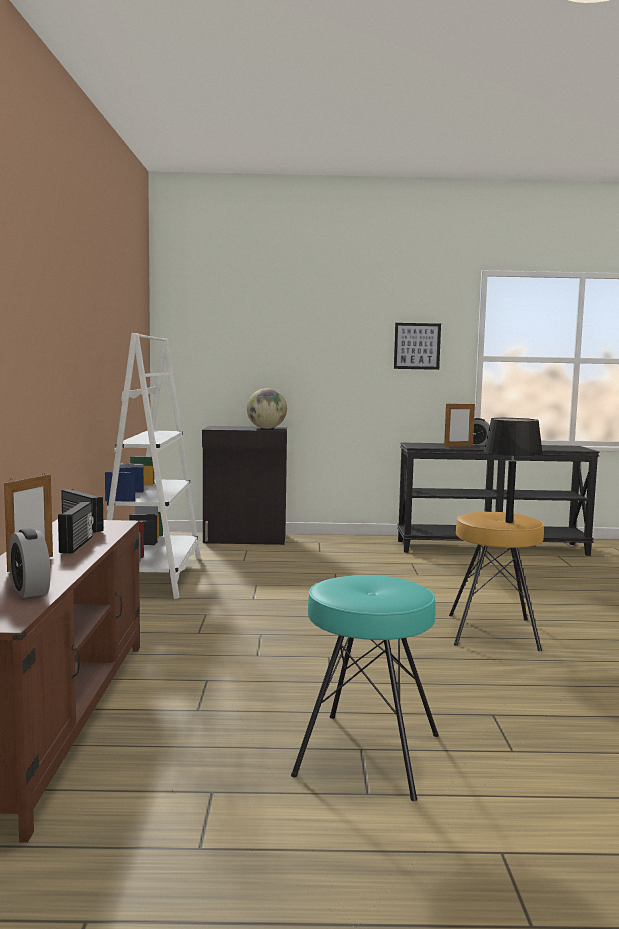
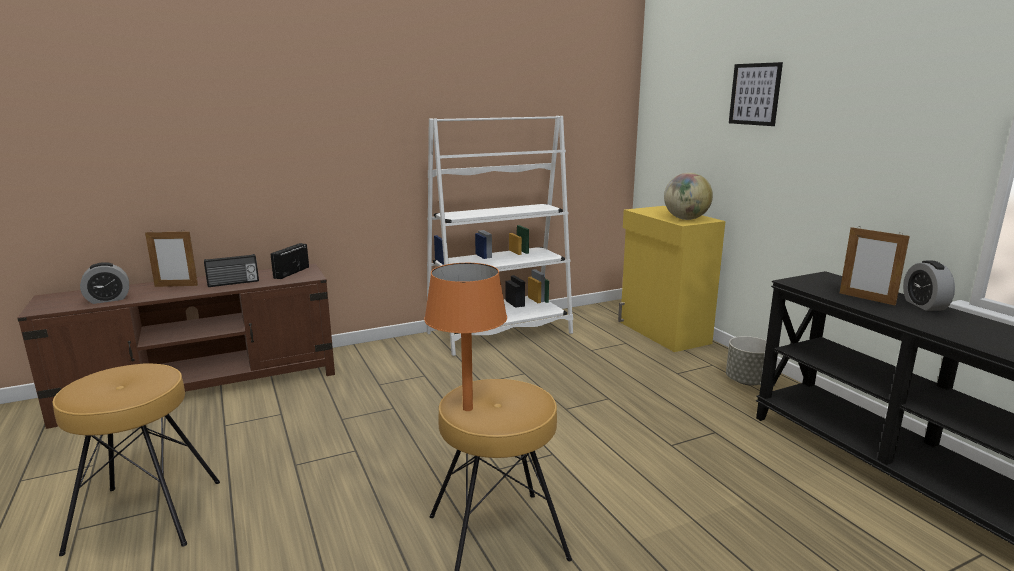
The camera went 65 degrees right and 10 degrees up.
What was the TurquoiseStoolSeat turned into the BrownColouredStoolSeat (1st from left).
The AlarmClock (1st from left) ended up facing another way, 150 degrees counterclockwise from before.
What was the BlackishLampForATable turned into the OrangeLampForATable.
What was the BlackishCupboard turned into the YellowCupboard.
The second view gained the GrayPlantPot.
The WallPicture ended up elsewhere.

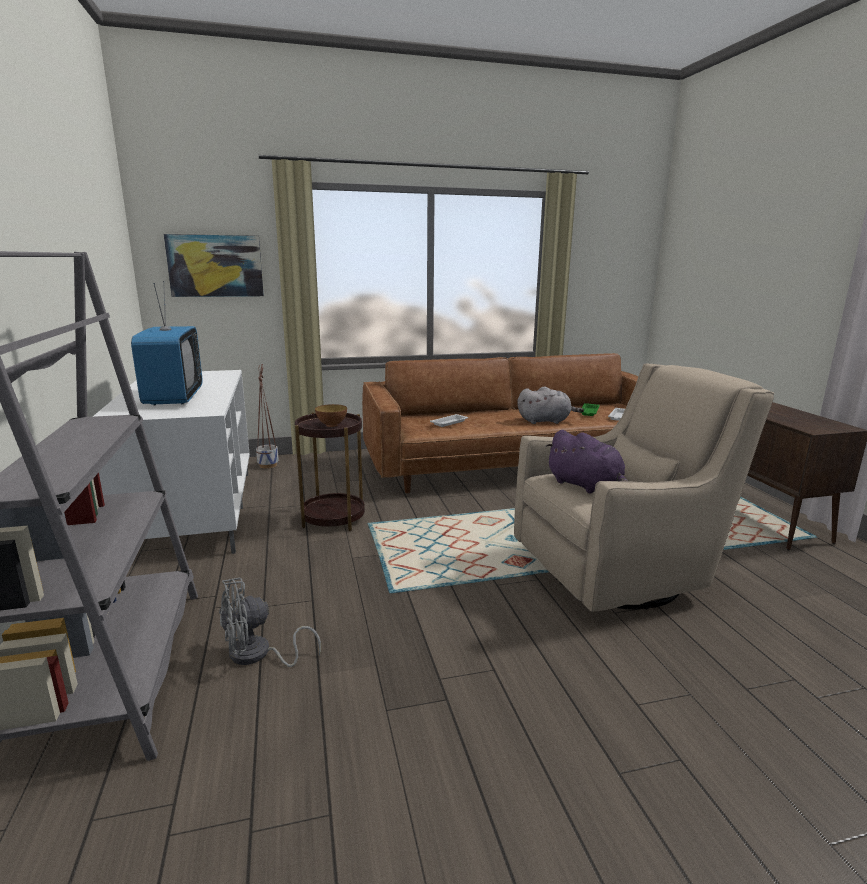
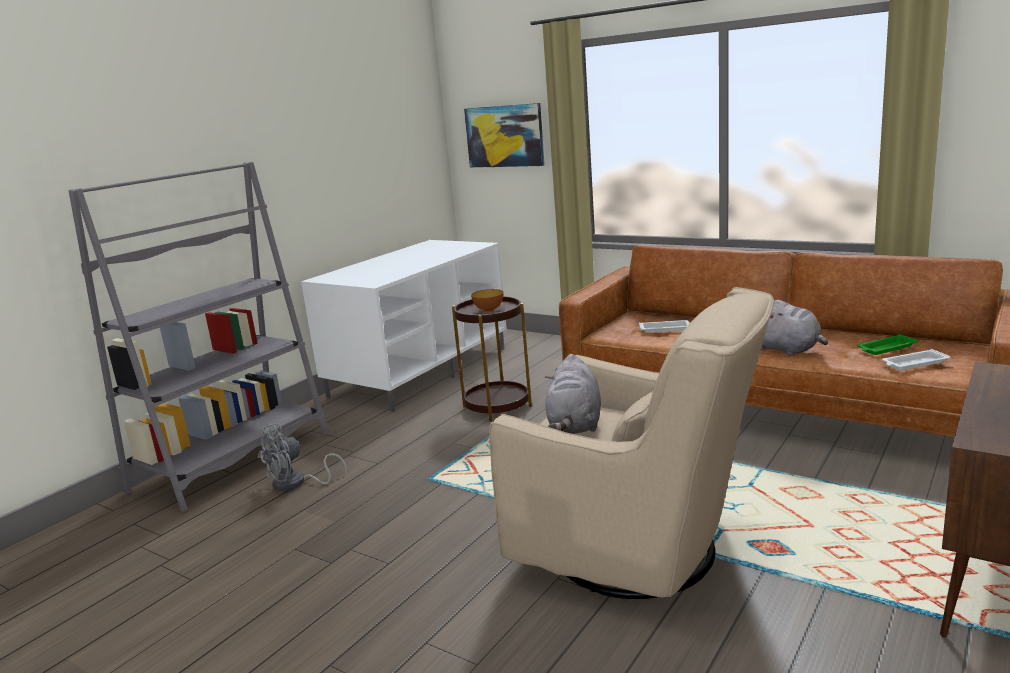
The camera went 50 degrees right and 0 degrees up.
The GrayCoolingFan ended up facing another way, 60 degrees counterclockwise from before.
What was the PurpleSoftToy turned into the GraySoftToy (1st from left).
The second view lost the Tv.
The second view lost the PlantPot.

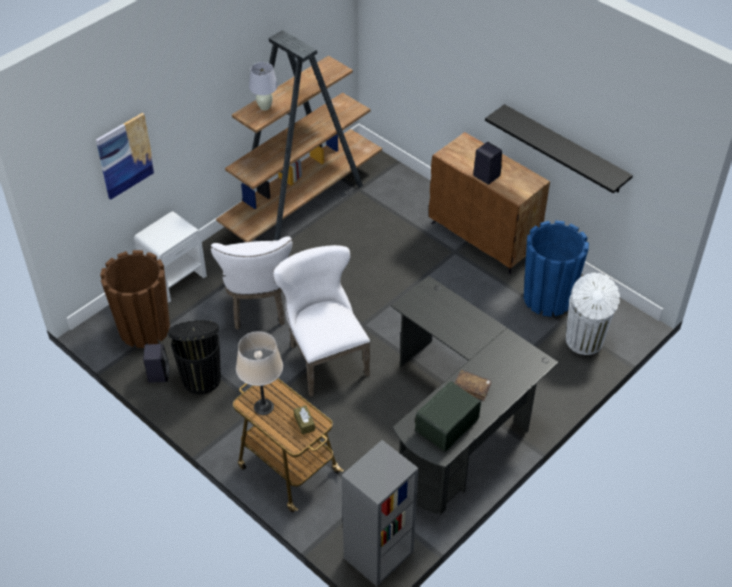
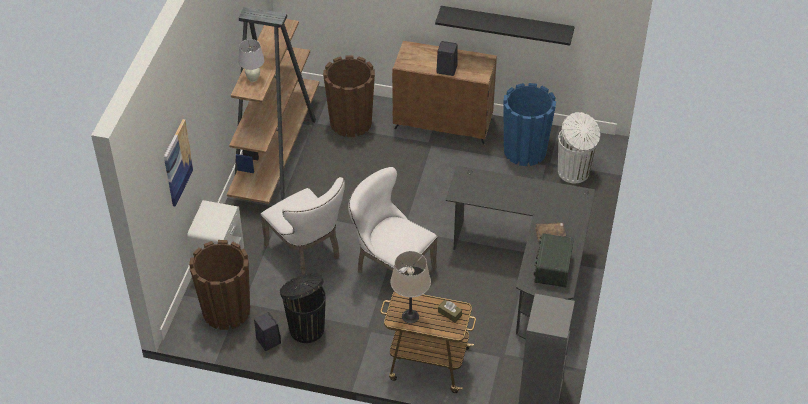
The camera went 30 degrees left and 0 degrees up.
The second view gained the BrownColouredPlantPot (2nd from left).

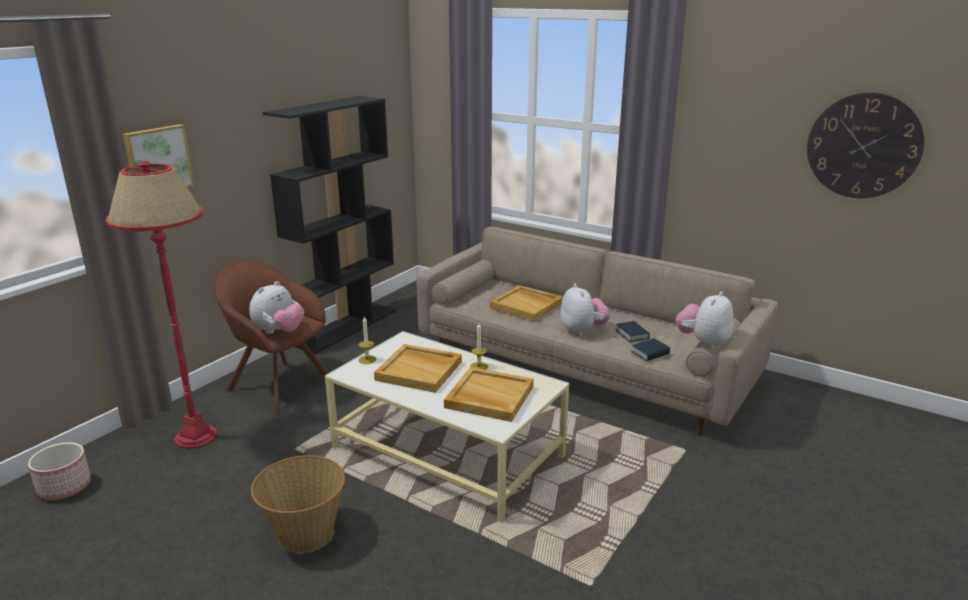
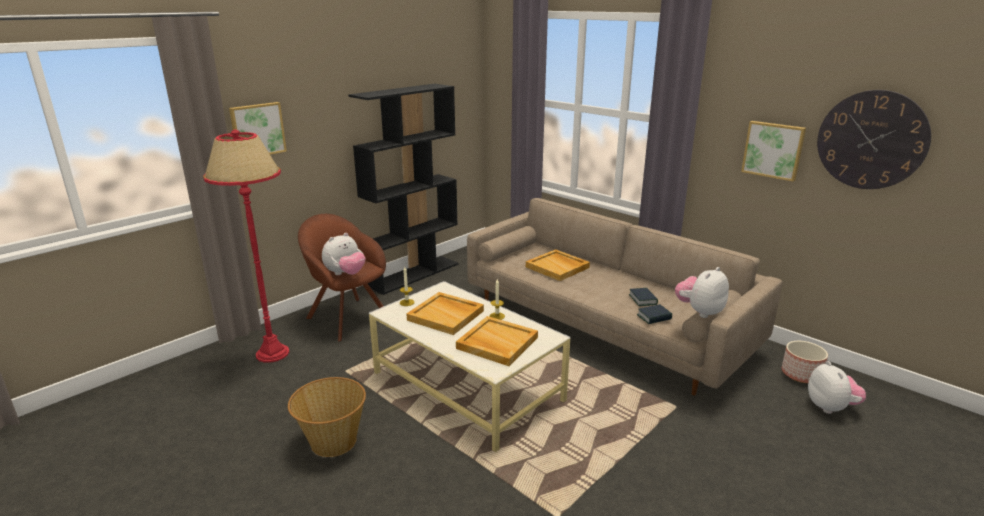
The camera went 10 degrees right and 0 degrees up.
The second view gained the WallPicture (2nd from left).
The PlantPot ended up elsewhere.
The SoftToy (2nd from left in the first image) ended up elsewhere.

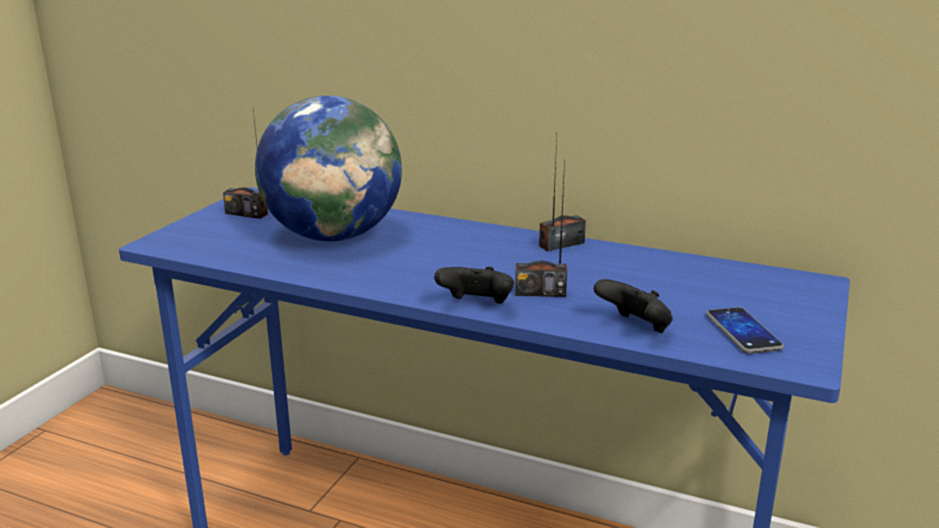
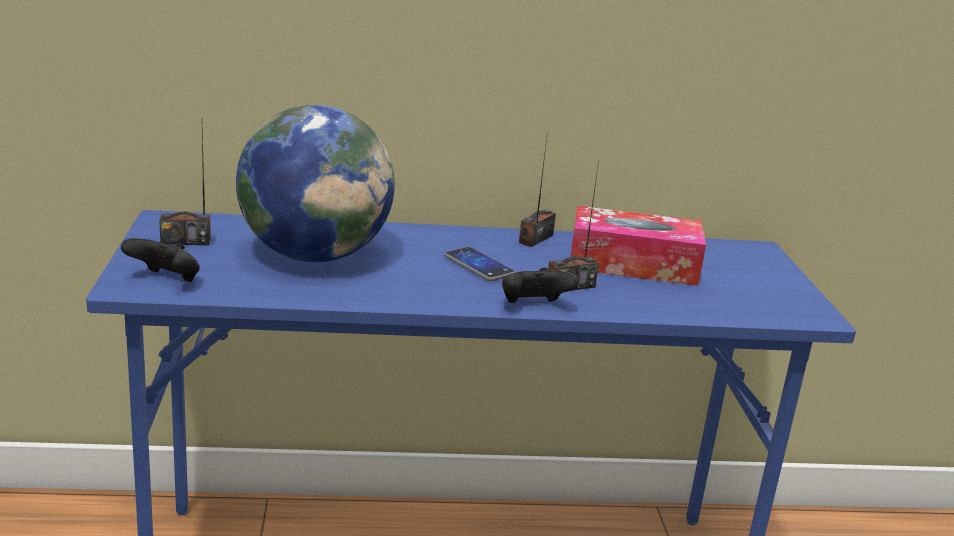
The camera went 30 degrees left and 0 degrees up.
The BlackishGamepad (2nd from left in the first image) ended up elsewhere.
The Handset ended up elsewhere.
The second view gained the TissueHolder.

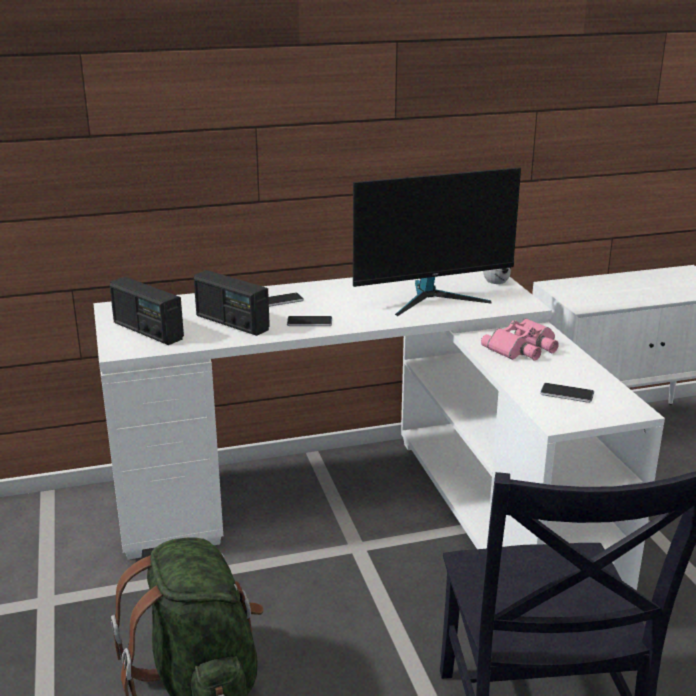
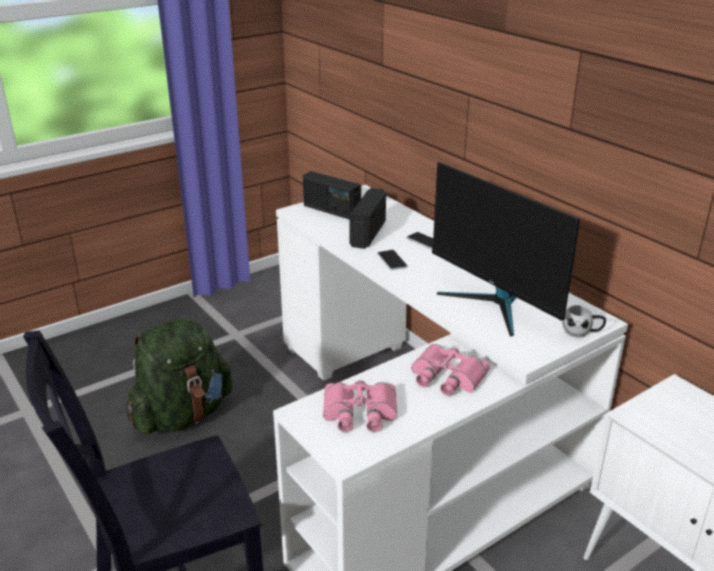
The camera went 70 degrees right and 5 degrees up.
The Radio (1st from left) ended up facing another way, 75 degrees counterclockwise from before.
Where the Handset (3rd from left) stood, the PinkColouredBinoculars (1st from left) came to stand.

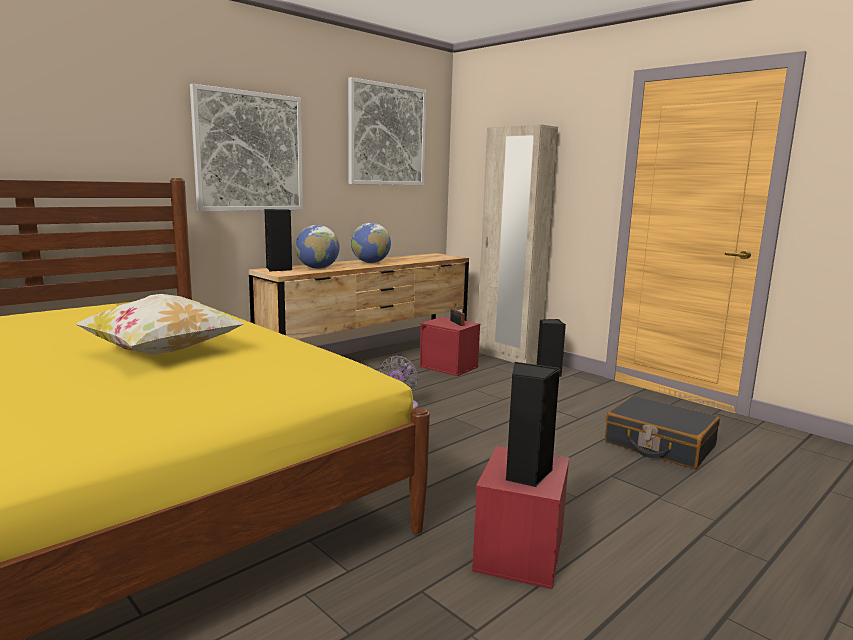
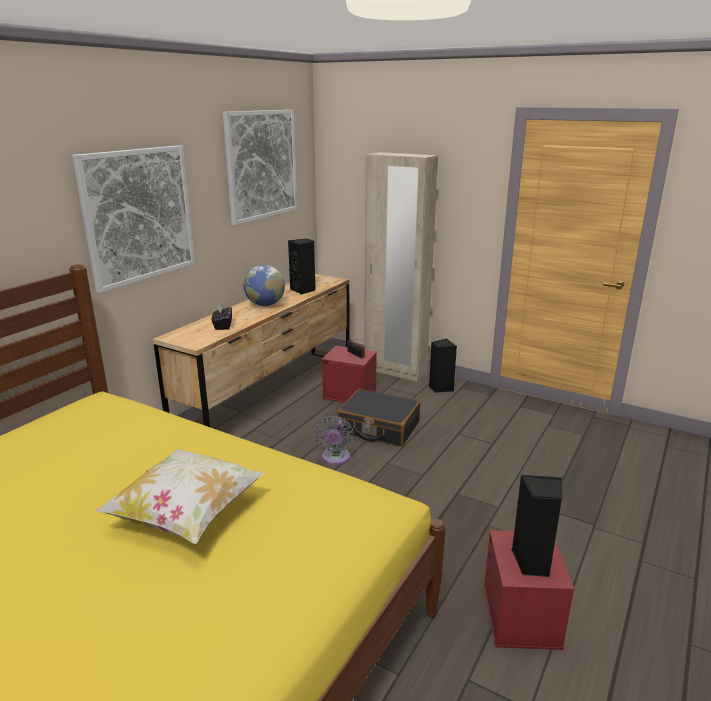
The camera went 15 degrees left and 10 degrees up.
Where the Globe (1st from left) stood, the BlackishTissueHolder came to stand.
The BlackishSpeaker (1st from left) ended up elsewhere.
The BlackishSuitcase ended up elsewhere.

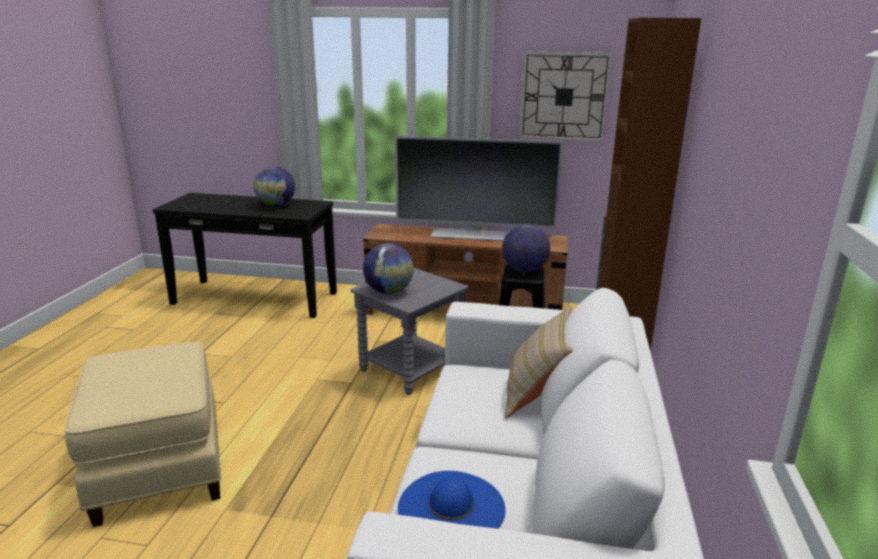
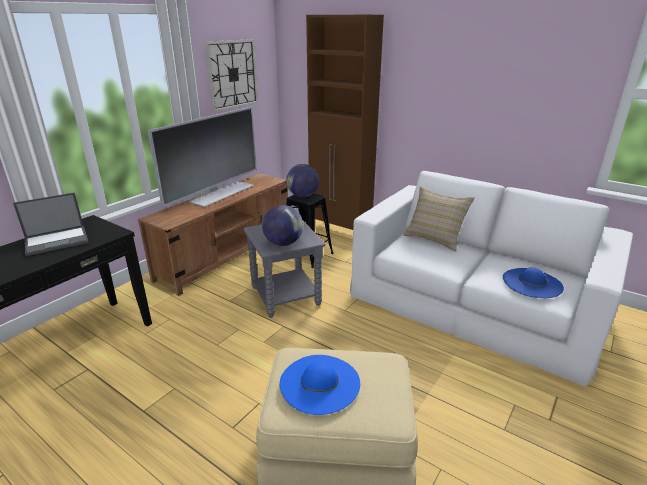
The camera went 65 degrees left and 5 degrees up.
Where the Globe (1st from left) stood, the NotebookComputer came to stand.
The second view gained the BlueHat (1st from left).

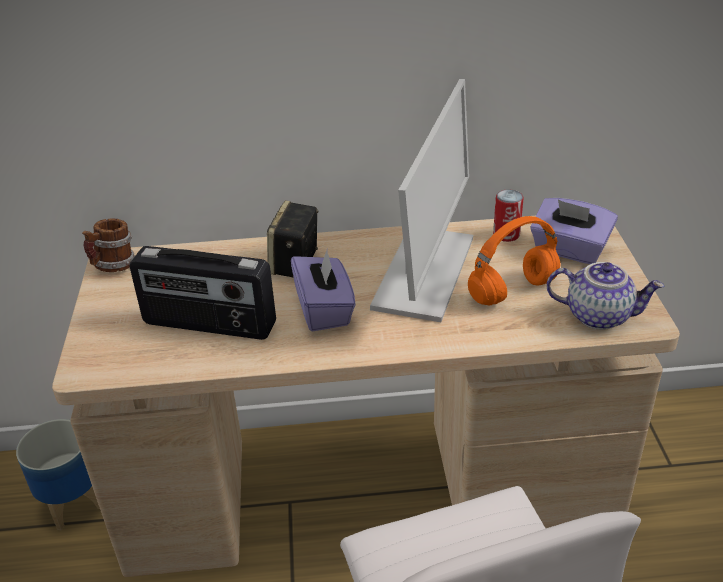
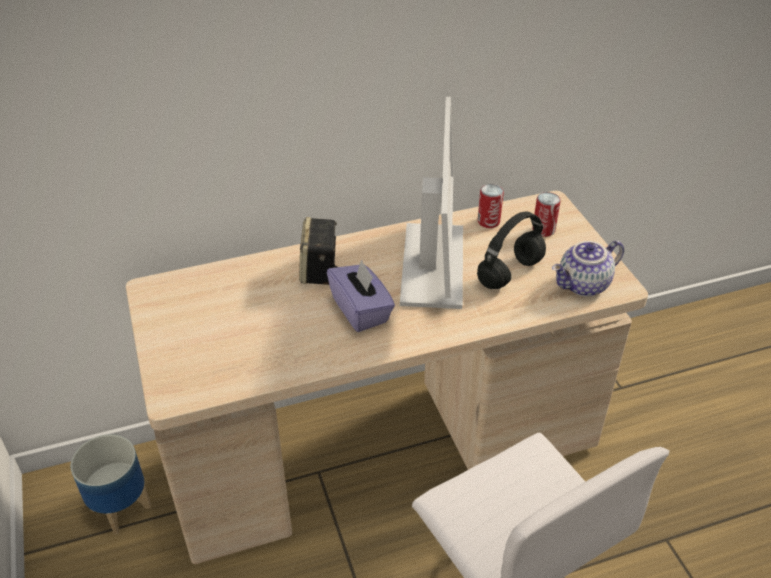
The camera went 15 degrees left and 5 degrees up.
What was the OrangeHeadset turned into the BlackishHeadset.
Where the PurpleTissueHolder (2nd from left) stood, the Can (2nd from left) came to stand.
The TeaPot ended up facing another way, 150 degrees clockwise from before.
The second view lost the CoffeeMug.
The second view lost the Radio.

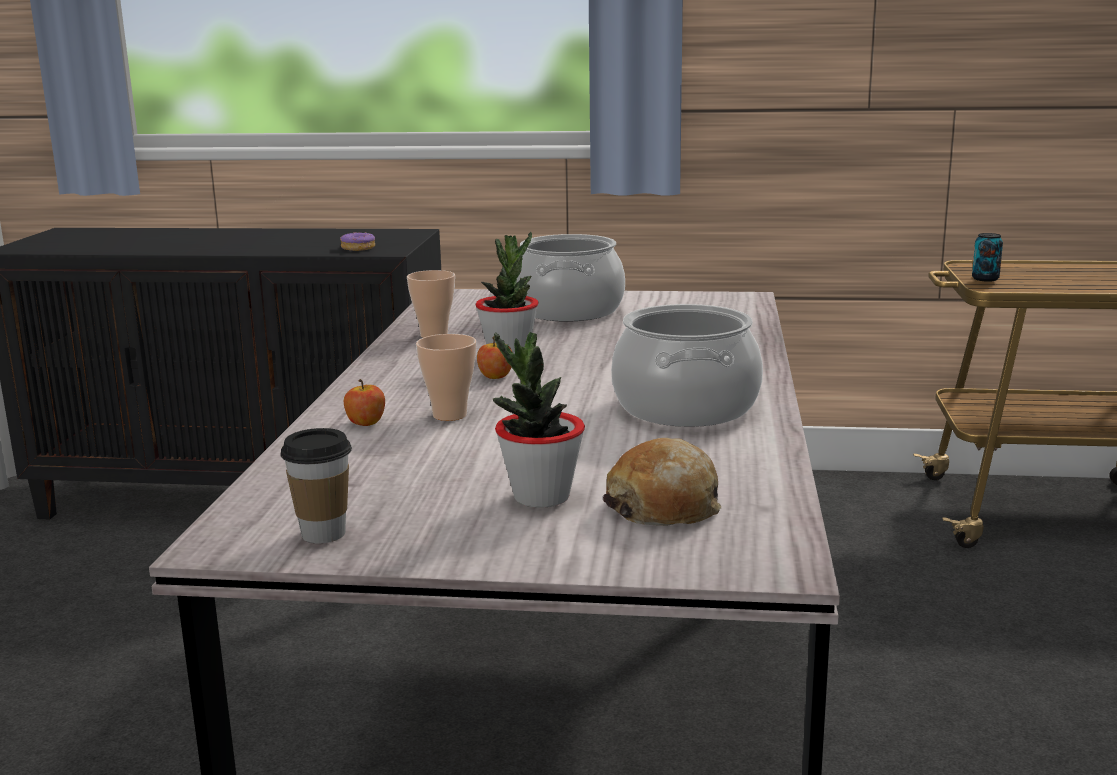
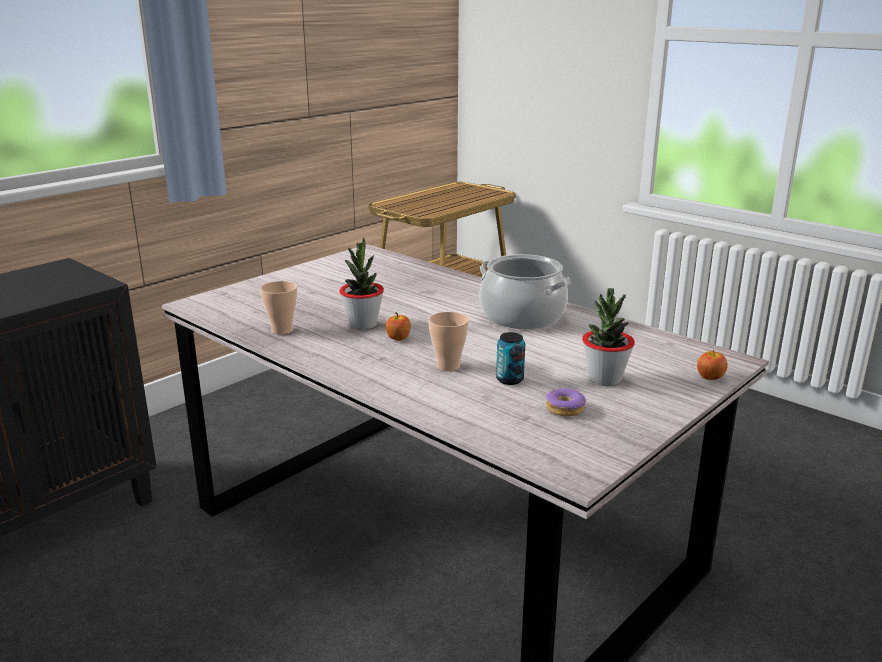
The camera went 55 degrees left and 5 degrees up.
The Can ended up elsewhere.
The RingDoughnut ended up elsewhere.
The Apple (1st from left in the first image) ended up elsewhere.
The second view lost the SmallCup (1st from left).
The second view lost the Stockpot (1st from left).
The second view lost the BakeryBread.

